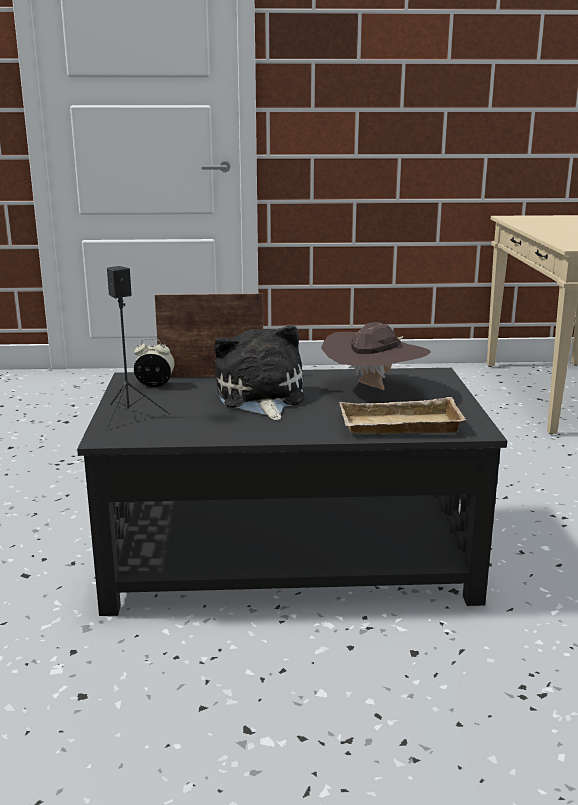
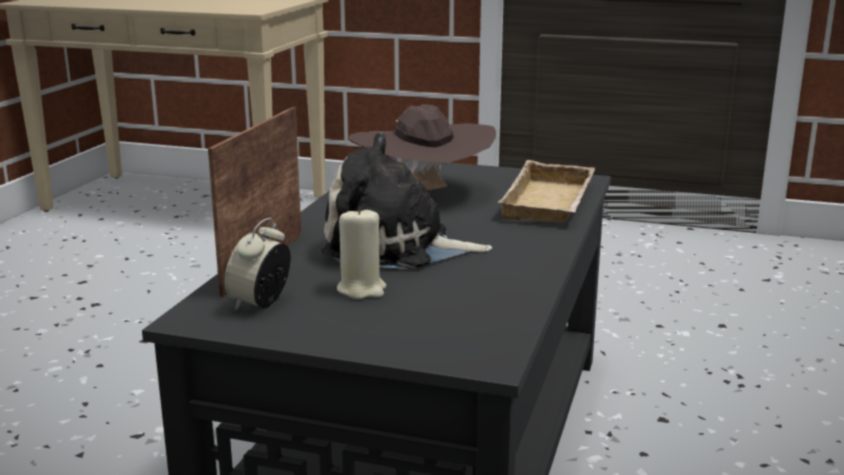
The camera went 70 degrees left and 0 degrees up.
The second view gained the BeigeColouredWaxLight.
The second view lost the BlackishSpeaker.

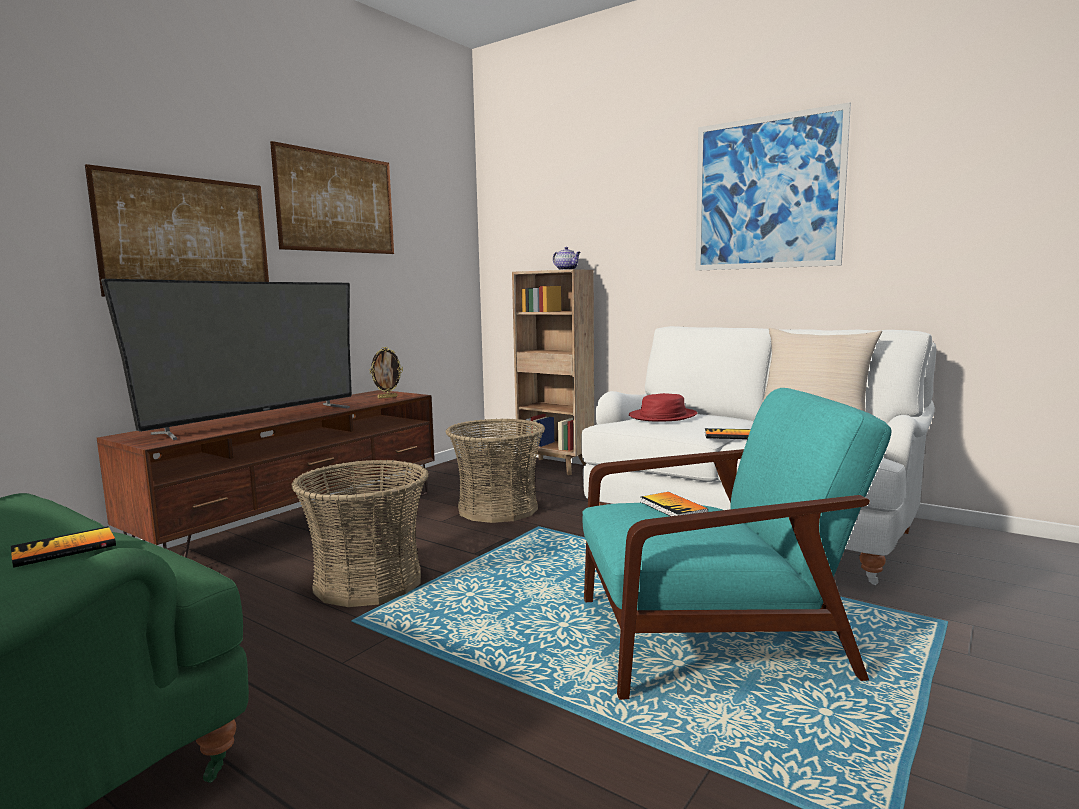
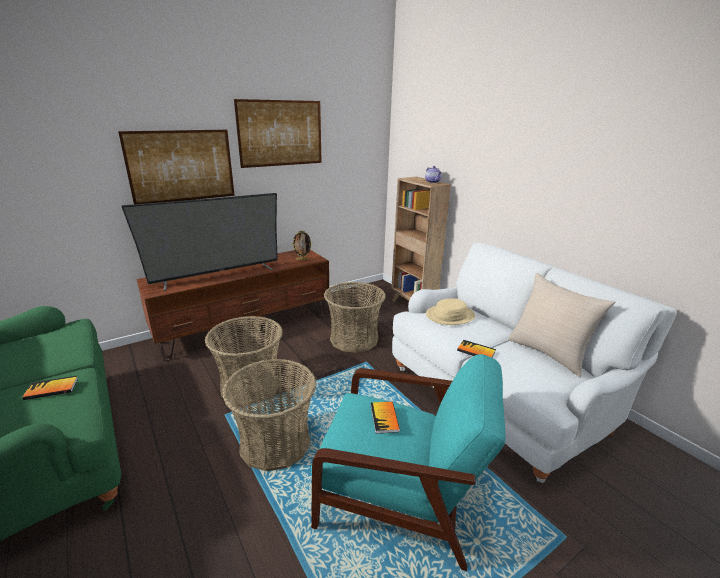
The camera went 20 degrees right and 15 degrees up.
The second view gained the StorageBasket (2nd from left).
What was the RedColouredHat turned into the BeigeColouredHat.
The second view lost the WallPicture (3rd from left).

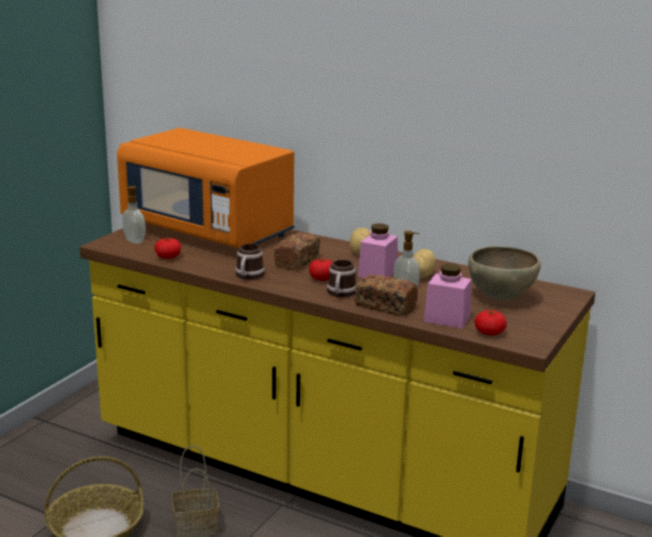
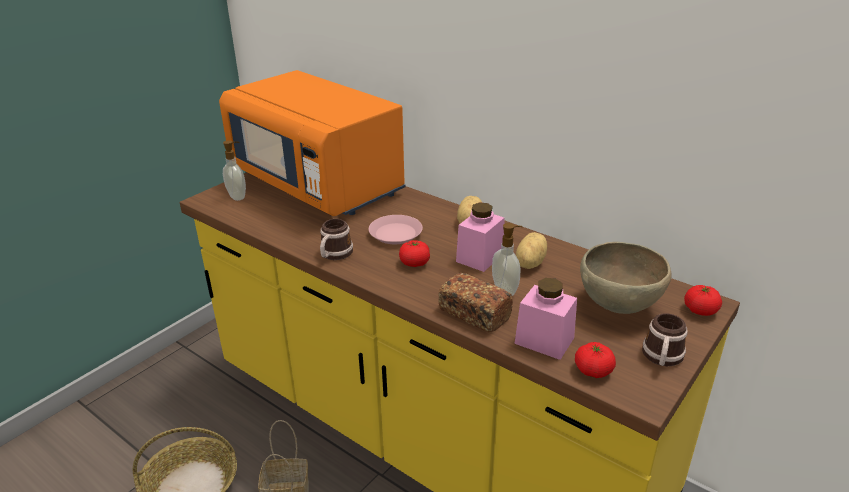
The camera went 10 degrees right and 10 degrees up.
Where the BakeryBread (1st from left) stood, the PinkColouredDinnerPlate came to stand.
The CoffeeMug (2nd from left) ended up elsewhere.
The WholeTomato (1st from left in the first image) ended up elsewhere.

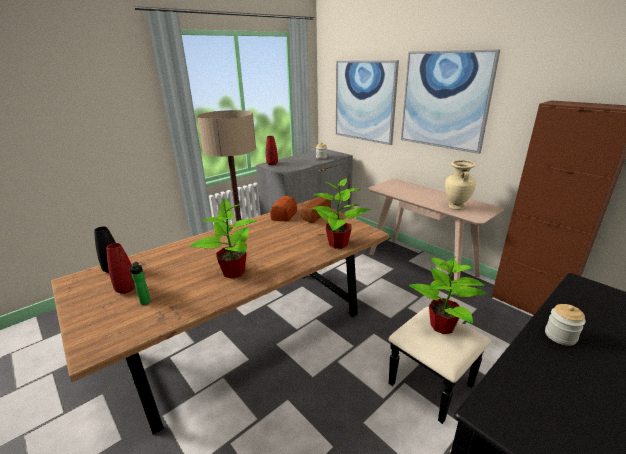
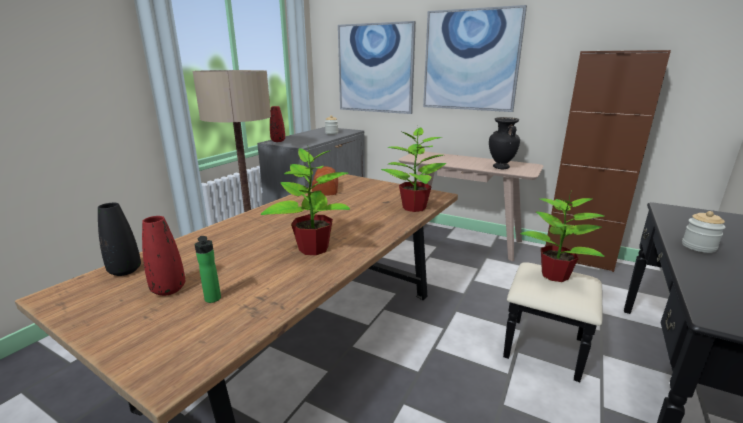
The camera went 20 degrees left and 5 degrees down.
What was the BeigeColouredDecorativeVase turned into the BlackishDecorativeVase (2nd from left).
The second view lost the BakeryBread (2nd from left).

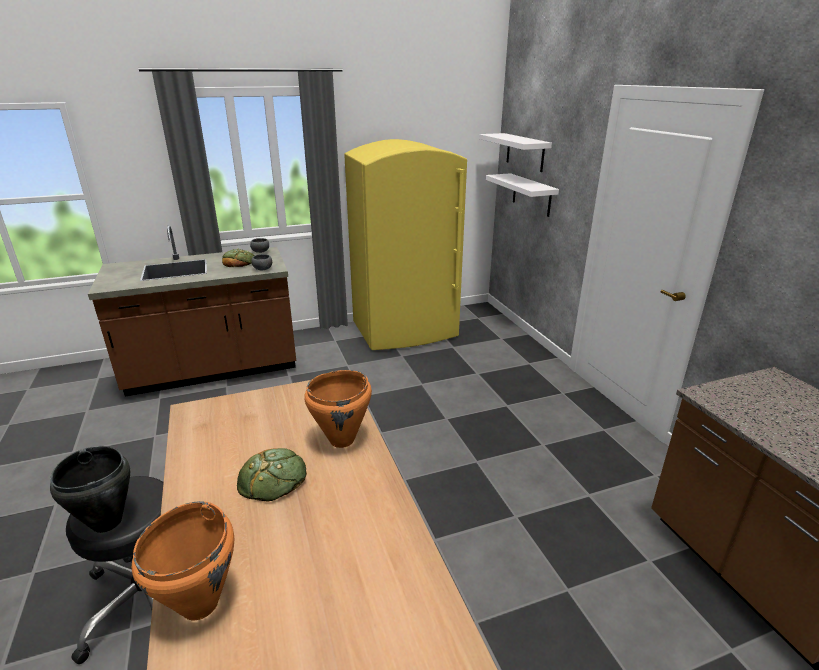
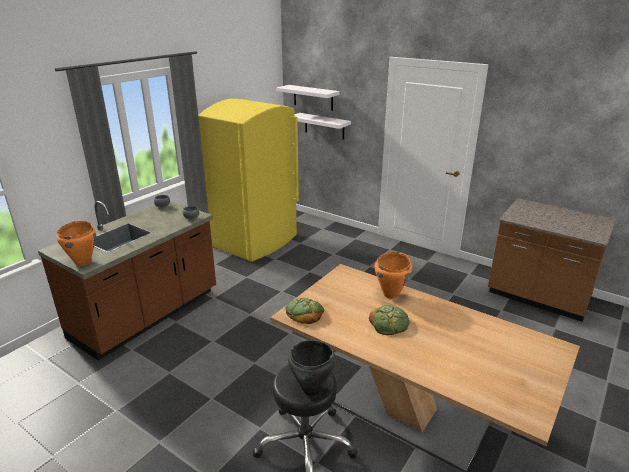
The camera went 35 degrees left and 0 degrees up.
The OrangeStockpot (1st from left) ended up elsewhere.
The BakeryBread (1st from left) ended up elsewhere.

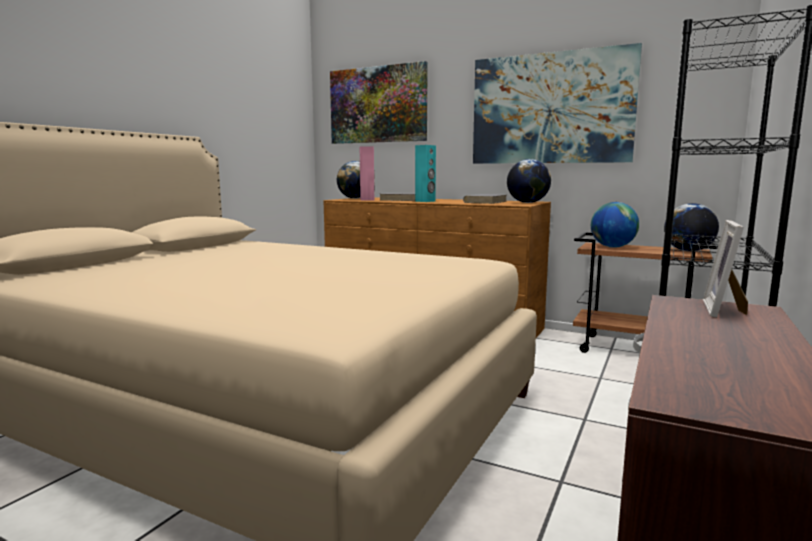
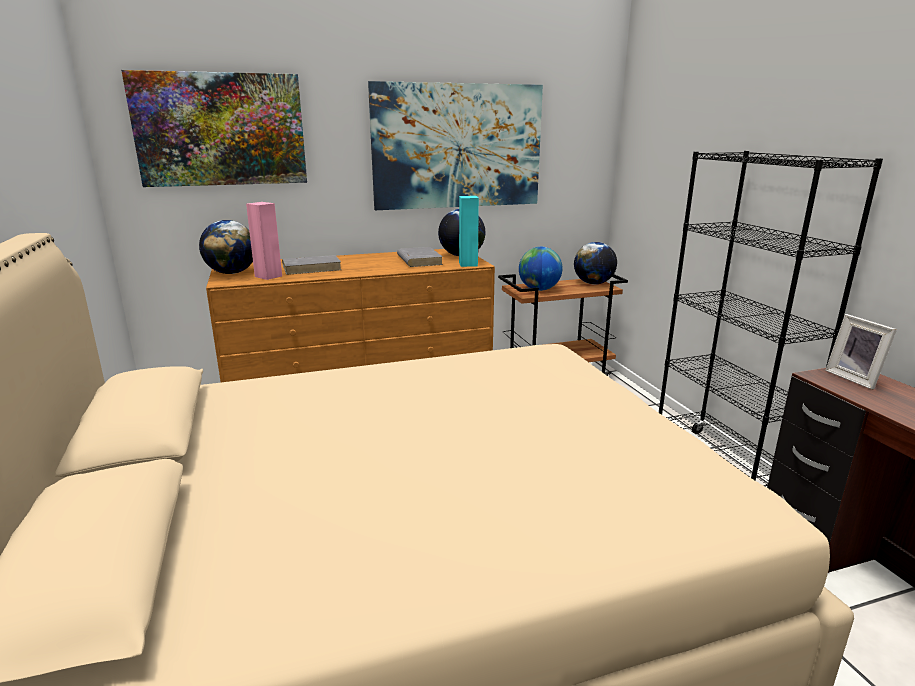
The camera went 45 degrees left and 10 degrees up.
The TurquoiseSpeaker ended up elsewhere.

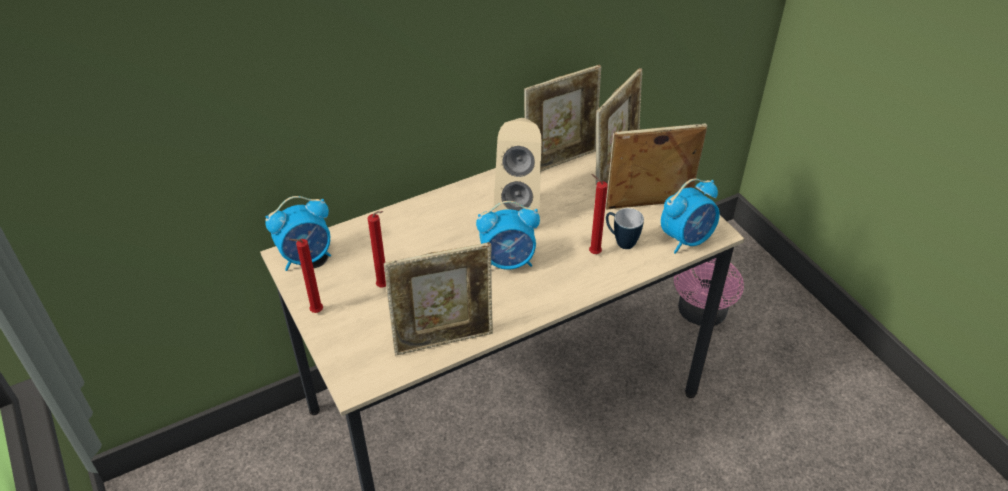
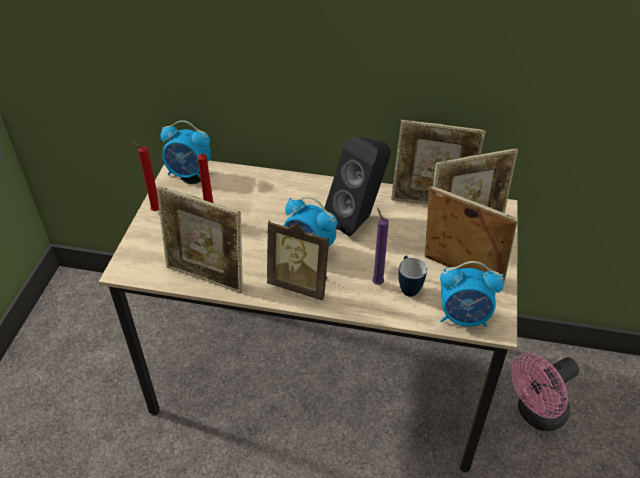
The camera went 40 degrees right and 0 degrees up.
The second view gained the StandingFrame (2nd from left).
What was the BeigeColouredSpeaker turned into the BlackishSpeaker.
What was the RedColouredWaxLight (3rd from left) turned into the PurpleWaxLight.

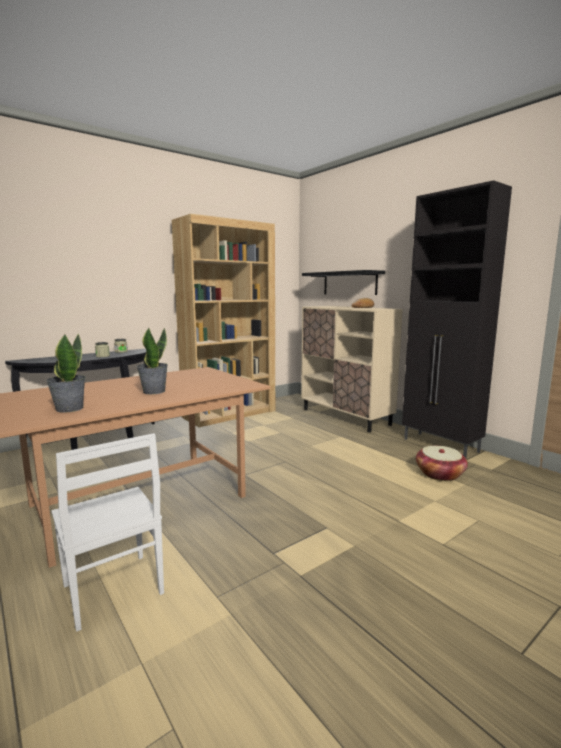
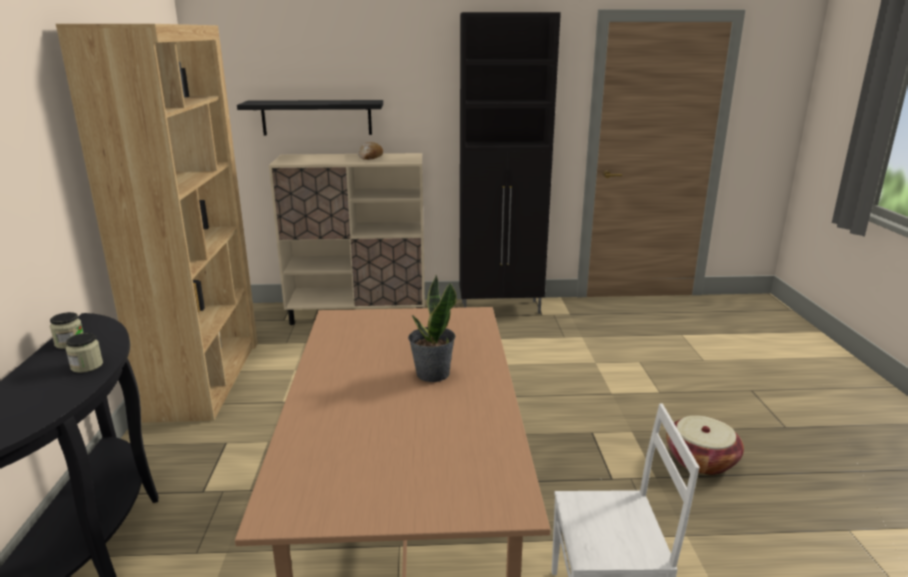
The camera went 55 degrees left and 10 degrees up.
The StorageBasket ended up elsewhere.
The second view lost the PlantInAPot (1st from left).

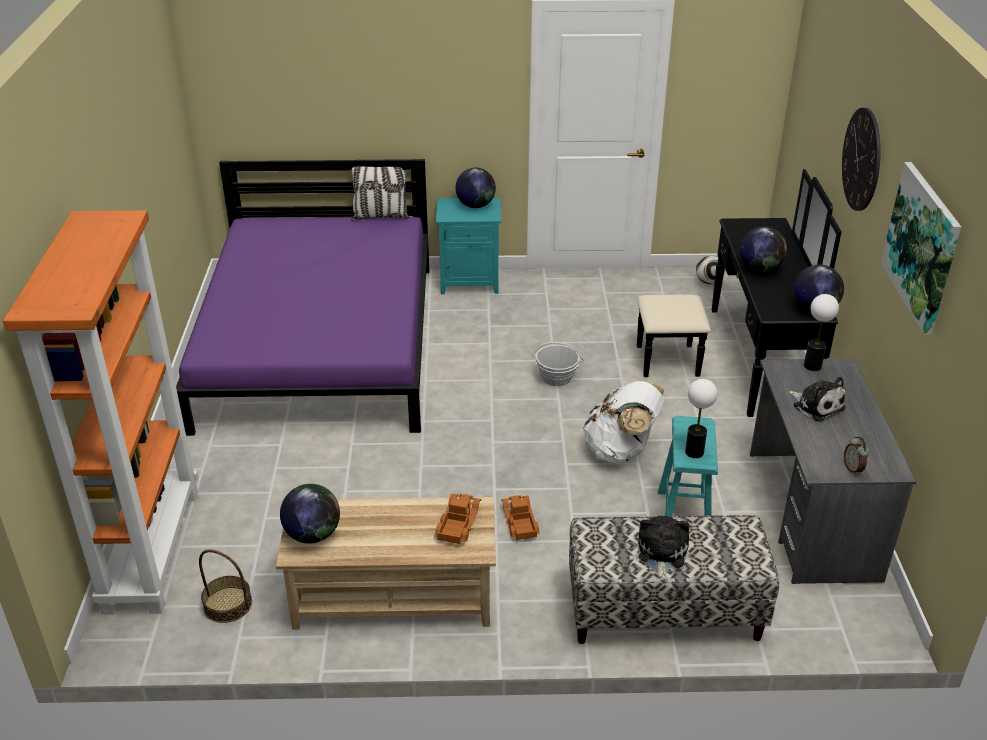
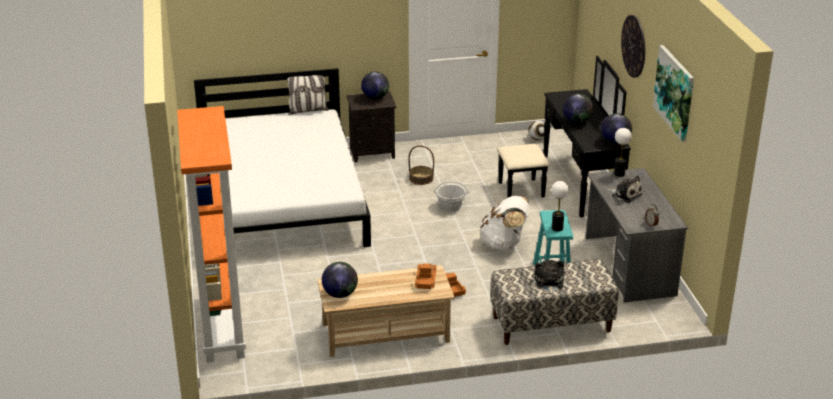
The camera went 10 degrees left and 5 degrees down.
What was the PurpleBed turned into the WhiteColouredBed.
What was the TurquoiseBedsideTable turned into the BlackishBedsideTable.
The StorageBasket (1st from left) ended up elsewhere.

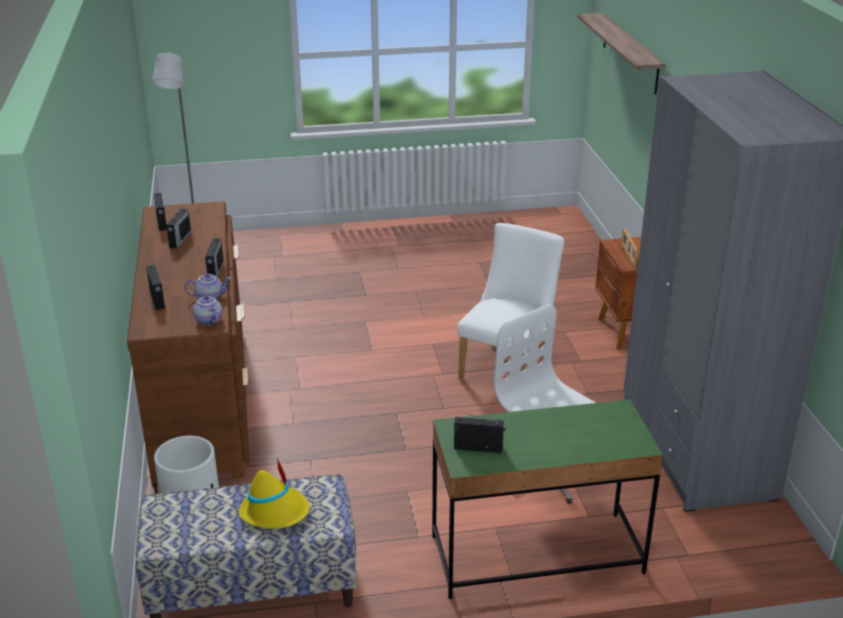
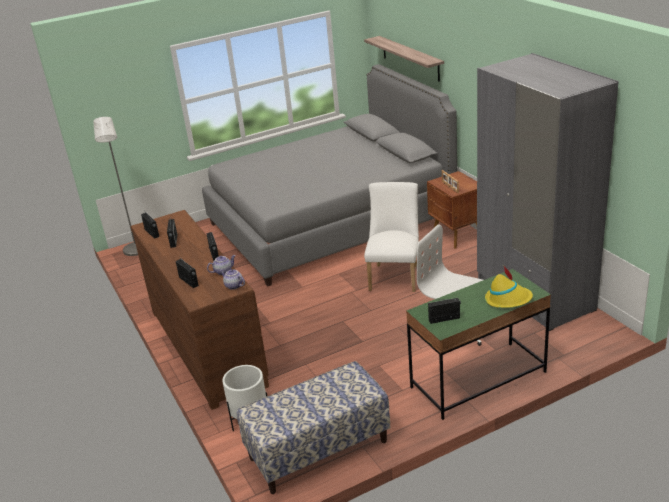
The camera went 15 degrees left and 0 degrees up.
The second view gained the GrayBed.
The YellowHat ended up elsewhere.

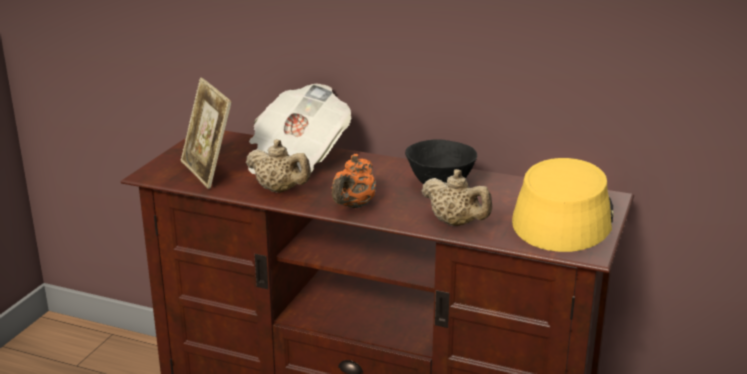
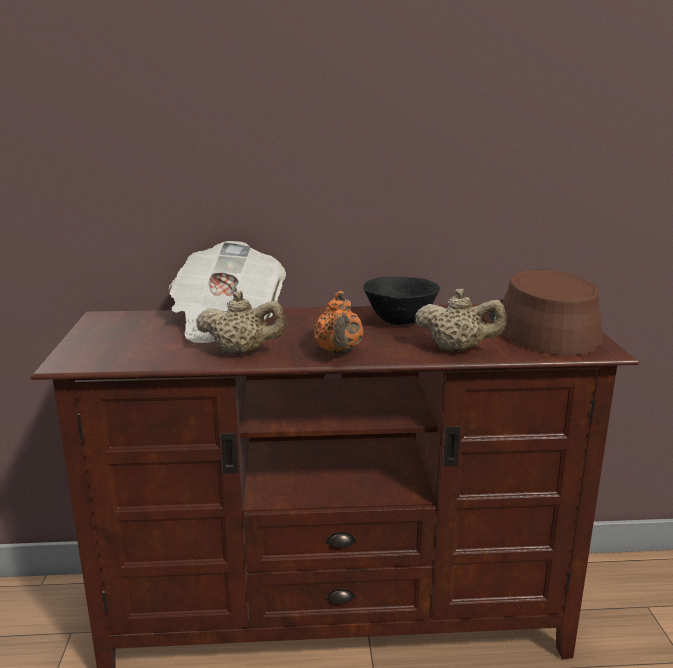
The camera went 25 degrees left and 5 degrees down.
What was the YellowHat turned into the BrownColouredHat.
The second view lost the StandingFrame.

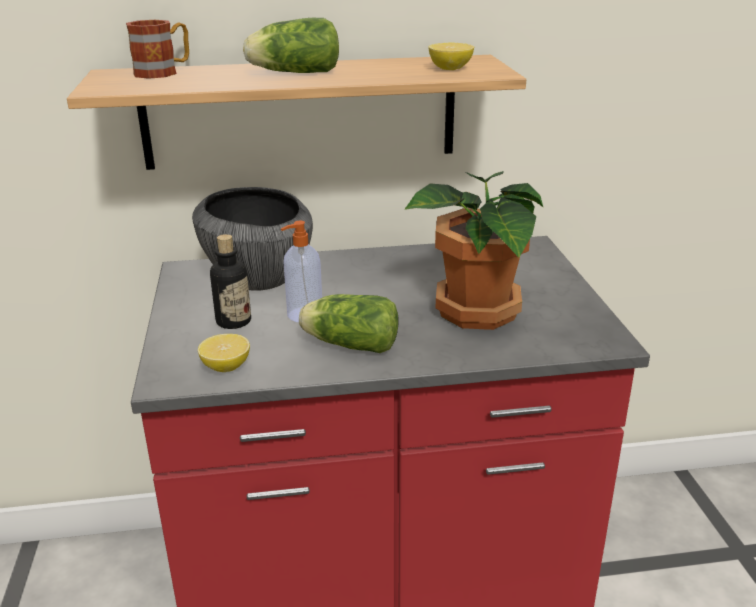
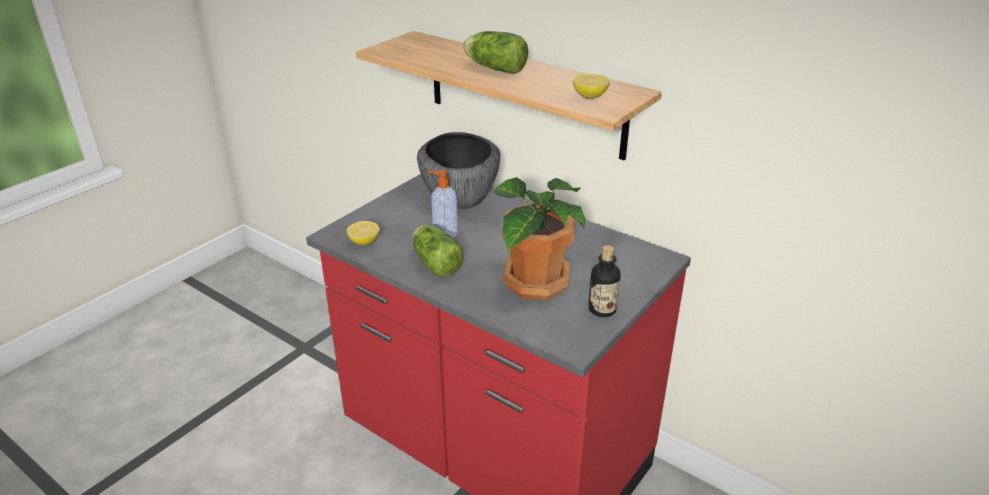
The camera went 45 degrees right and 5 degrees up.
The DrinkBottle ended up elsewhere.
The second view lost the CoffeeMug.

